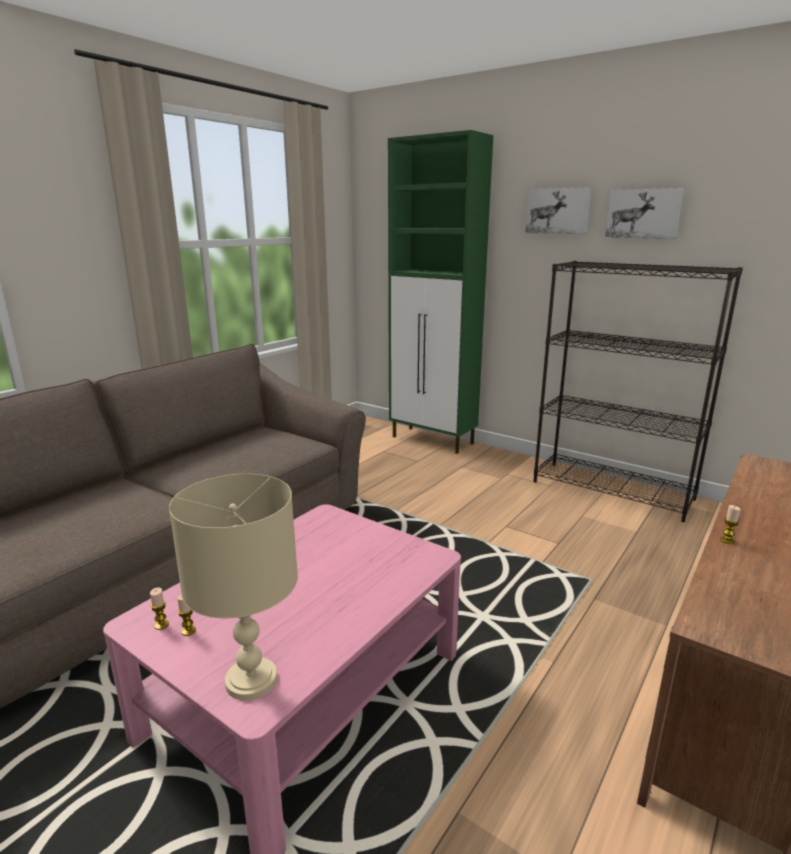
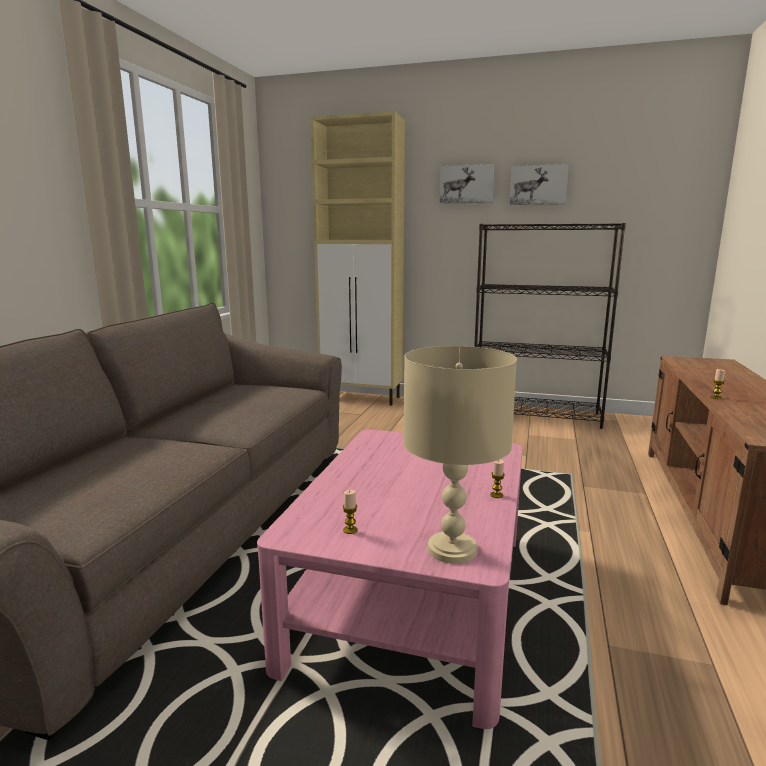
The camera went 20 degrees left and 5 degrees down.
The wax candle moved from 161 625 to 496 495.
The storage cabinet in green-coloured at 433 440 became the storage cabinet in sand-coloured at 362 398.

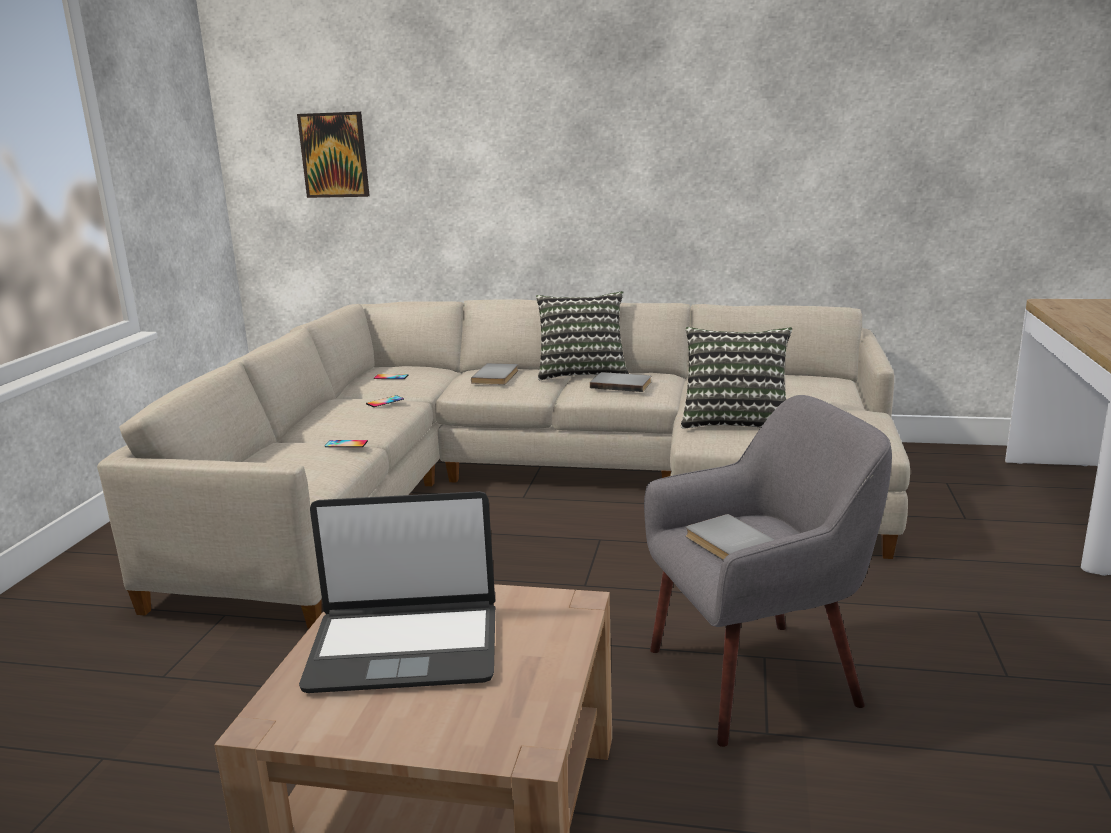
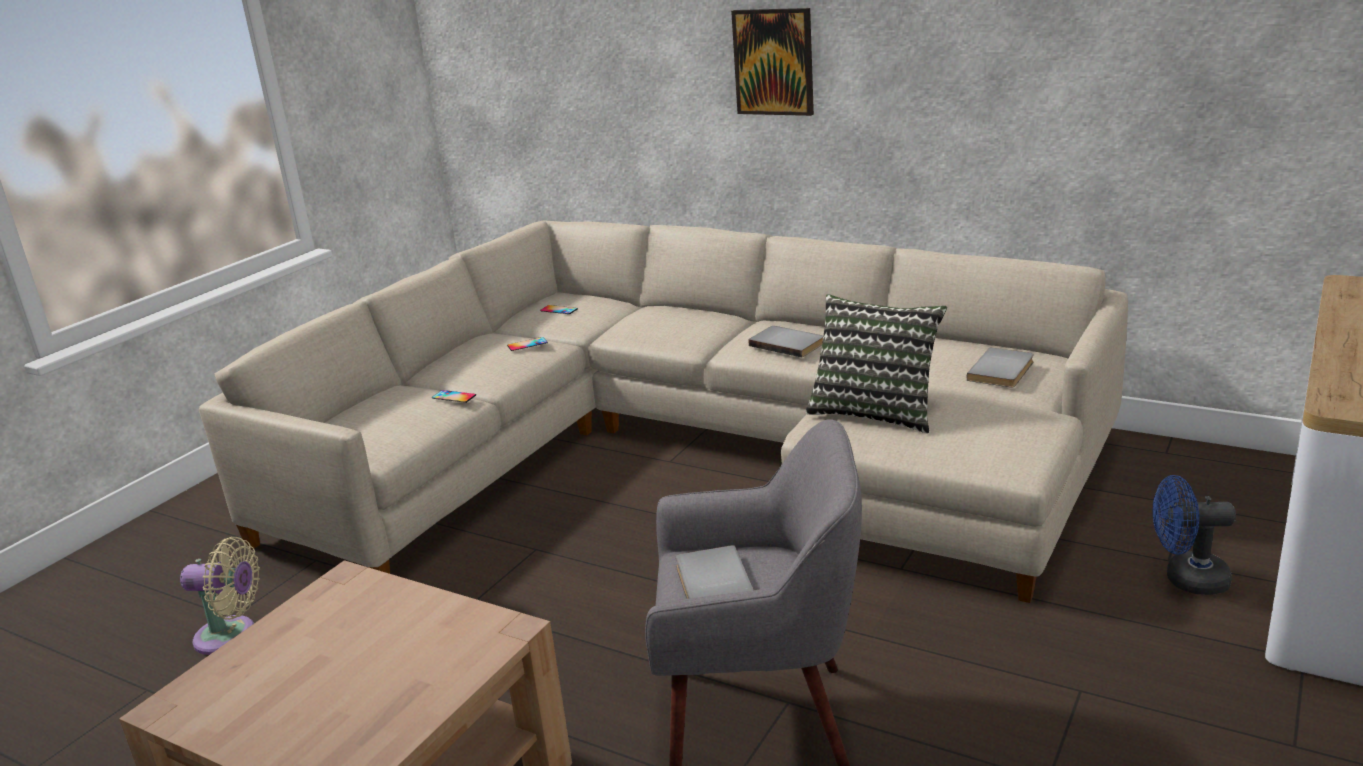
The camera went 20 degrees right and 5 degrees up.
The laptop at 405 647 disappeared.
The throw pillow at 582 372 disappeared.
The electric fan in sand-coloured at 231 636 appeared.
The electric fan in bluish at 1186 579 appeared.
The wall art moved from 334 155 to 774 62.
The volume in gray moved from 497 376 to 1003 371.

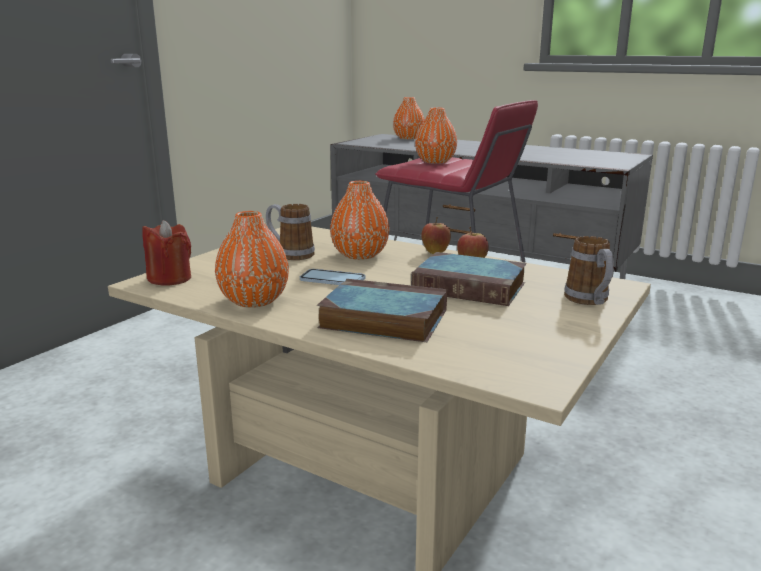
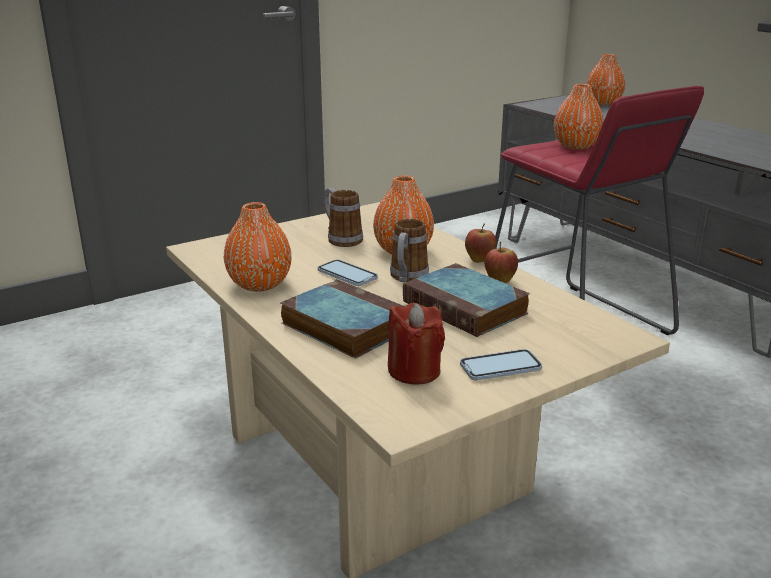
The camera went 25 degrees right and 5 degrees up.
The handset at 500 367 appeared.
The wax candle in red moved from 170 279 to 414 371.
The tea mug moved from 590 301 to 407 278.

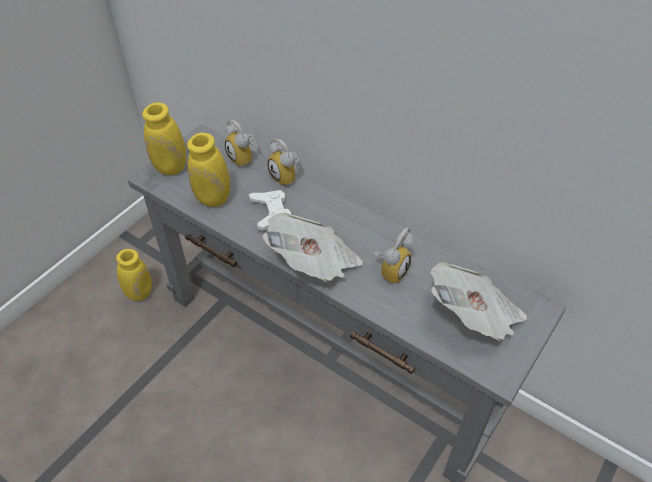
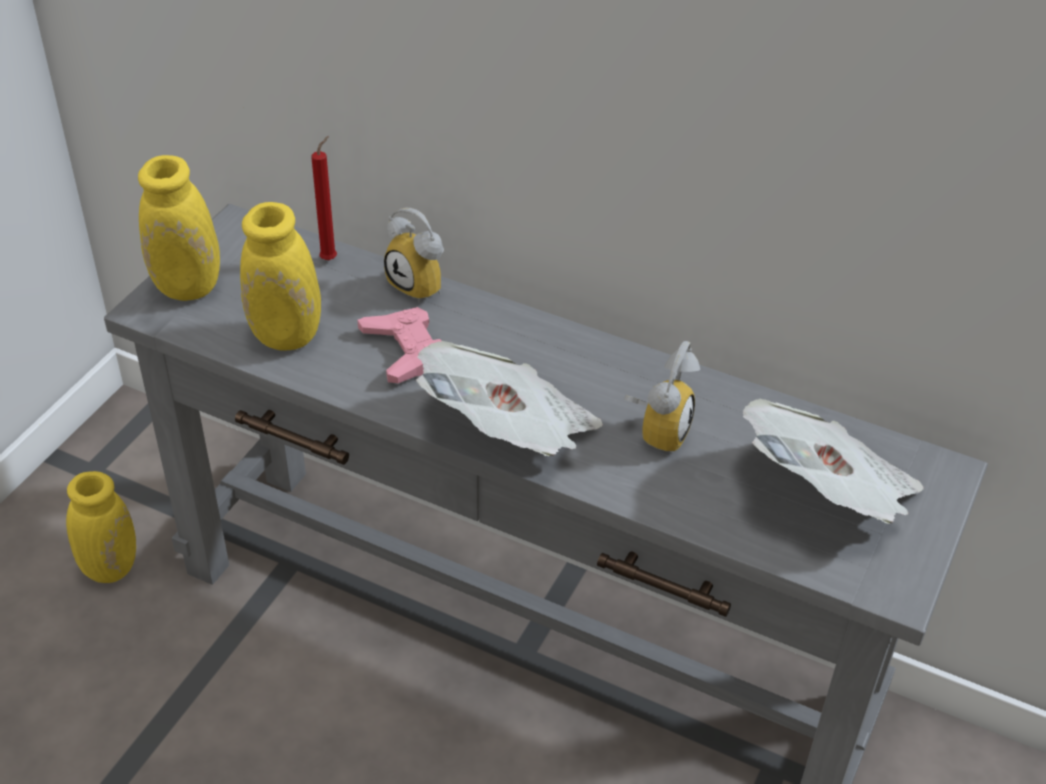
The camera went 10 degrees left and 5 degrees down.
The table clock at 244 158 was replaced by the wax candle in red at 331 259.
The game controller in white at 271 212 became the game controller in pink-coloured at 406 351.

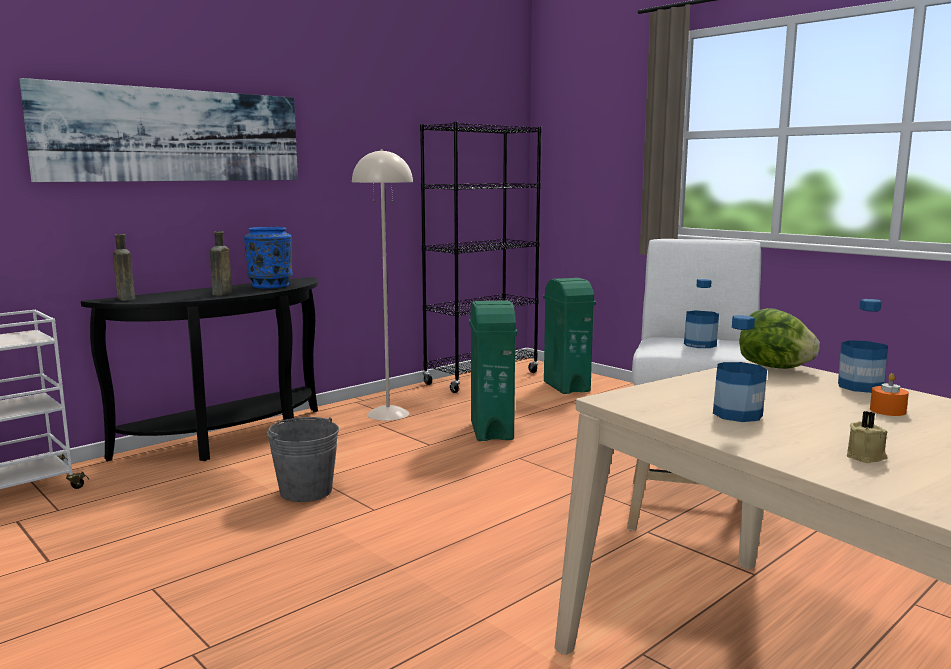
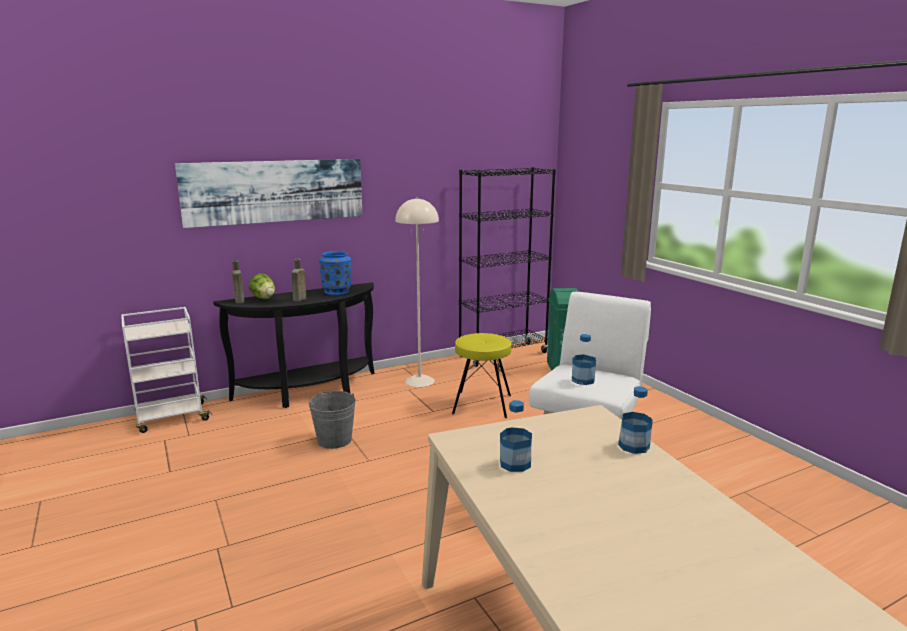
The camera went 15 degrees right and 5 degrees up.
The wax candle in sand-coloured at 866 457 disappeared.
The wax candle in orange-coloured at 887 411 disappeared.
The head of lettuce moved from 774 367 to 263 298.
The waste bin in green-coloured at 492 431 was replaced by the stool in yellowish at 482 404.

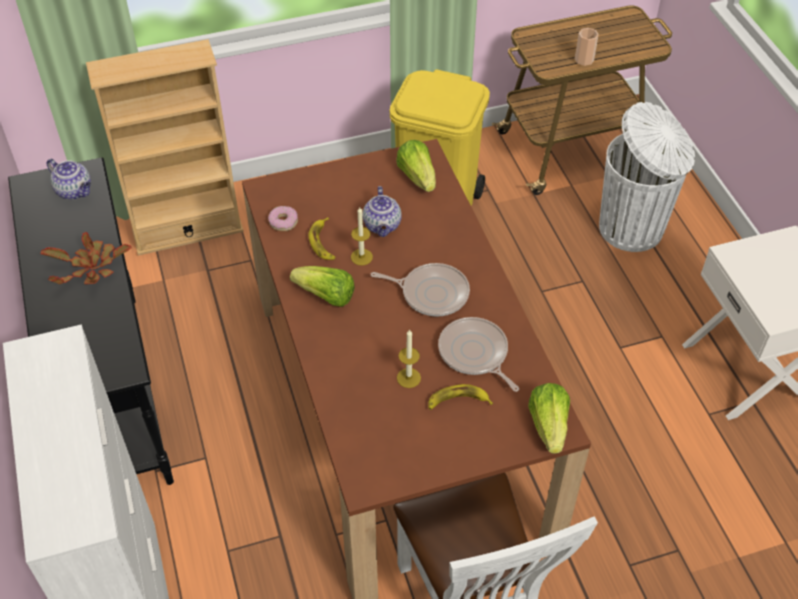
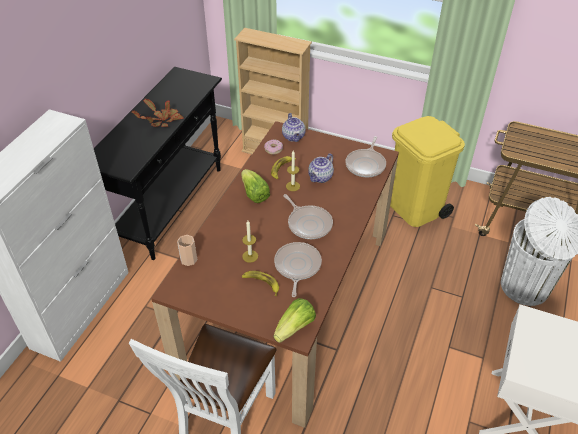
The camera went 40 degrees right and 5 degrees down.
The pot for tea moved from 75 191 to 294 137.
The small cup moved from 584 59 to 189 259.
The head of lettuce at 417 177 was replaced by the skillet at 366 164.

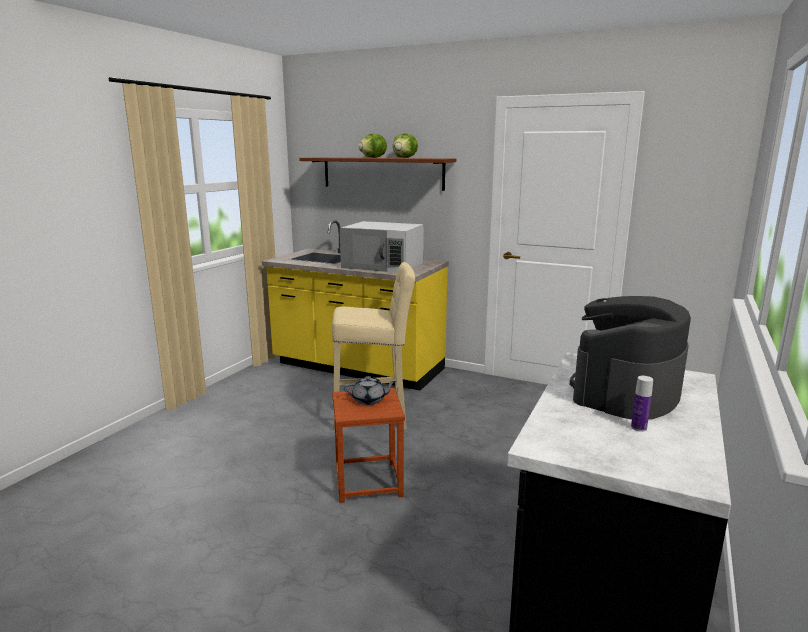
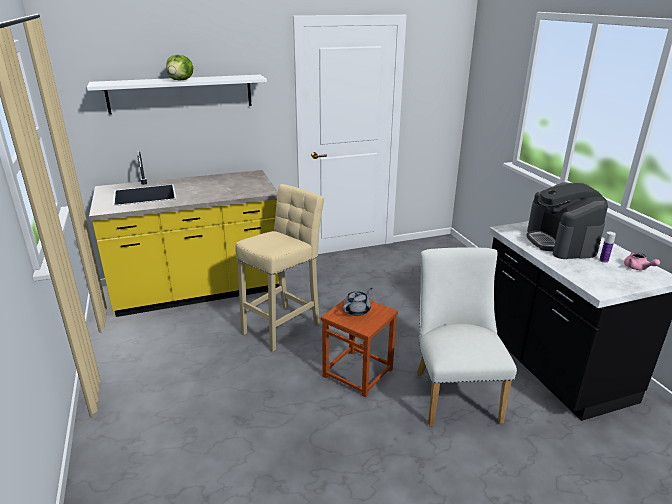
The camera went 45 degrees left and 10 degrees up.
The kitchen microwave in white at 383 265 disappeared.
The head of lettuce at 405 158 disappeared.
The chair in white at 454 392 appeared.
The pot for tea in pink-coloured at 637 268 appeared.
The shelf in brown at 382 173 became the shelf in white at 180 93.

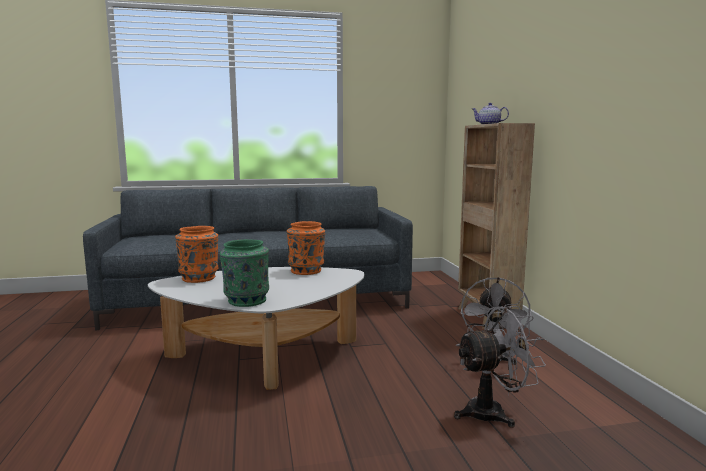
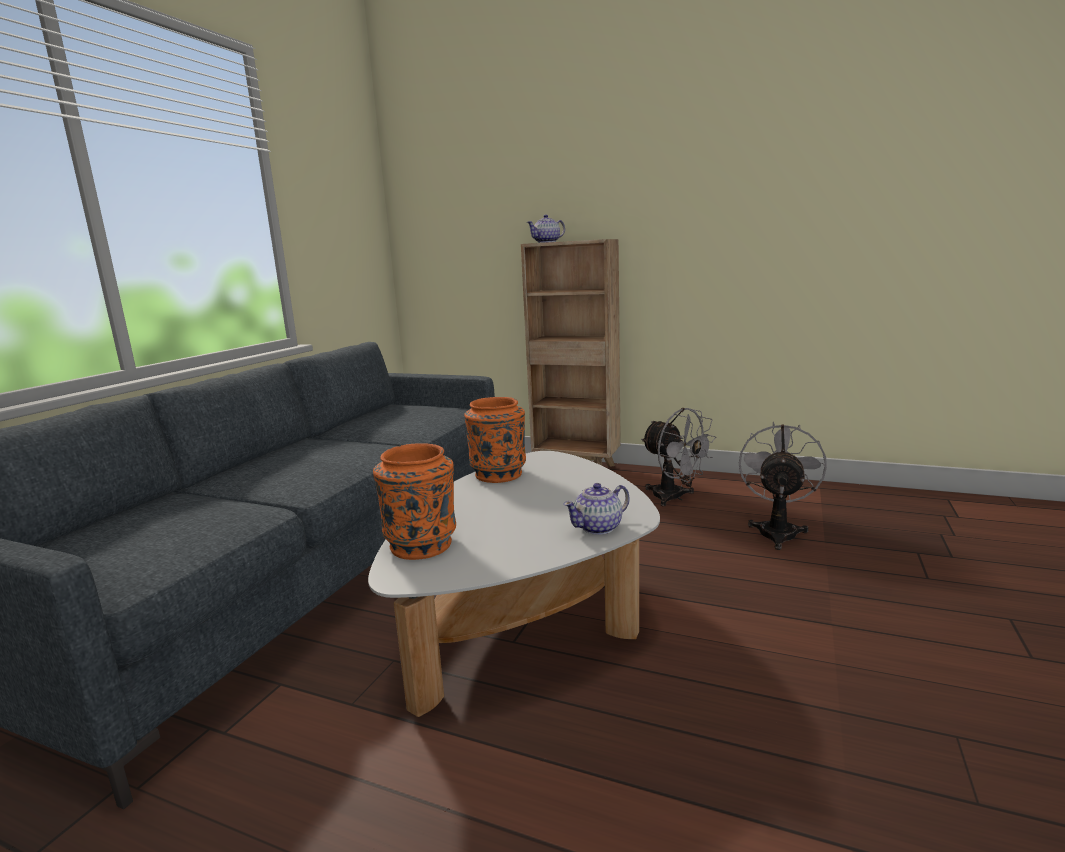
The camera went 55 degrees left and 5 degrees up.
The flower vase in green-coloured at 246 301 was replaced by the pot for tea at 598 527.

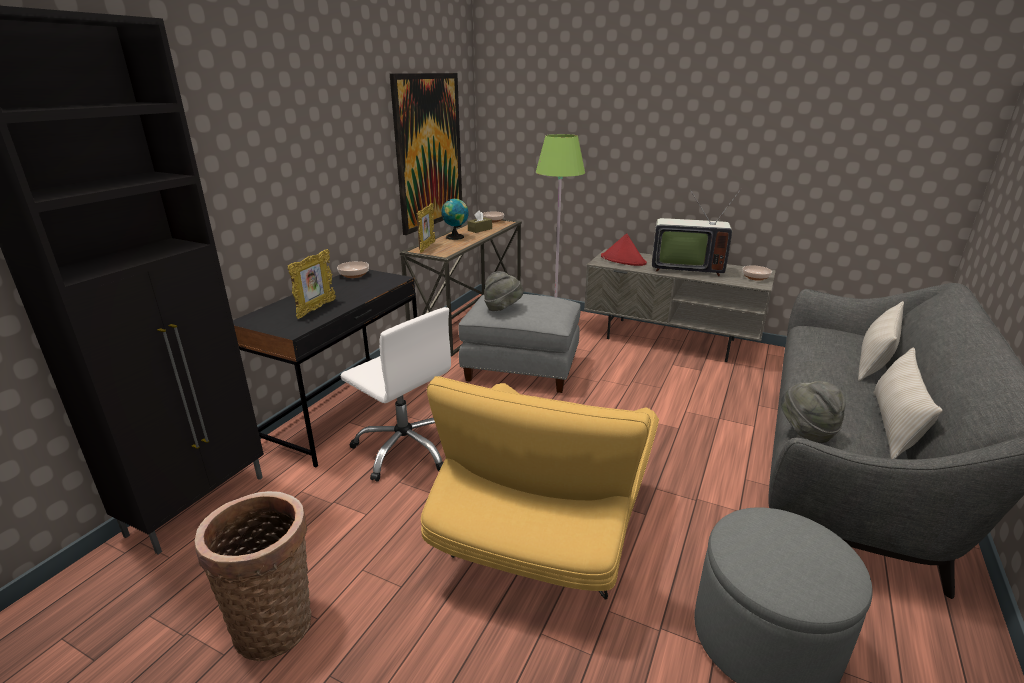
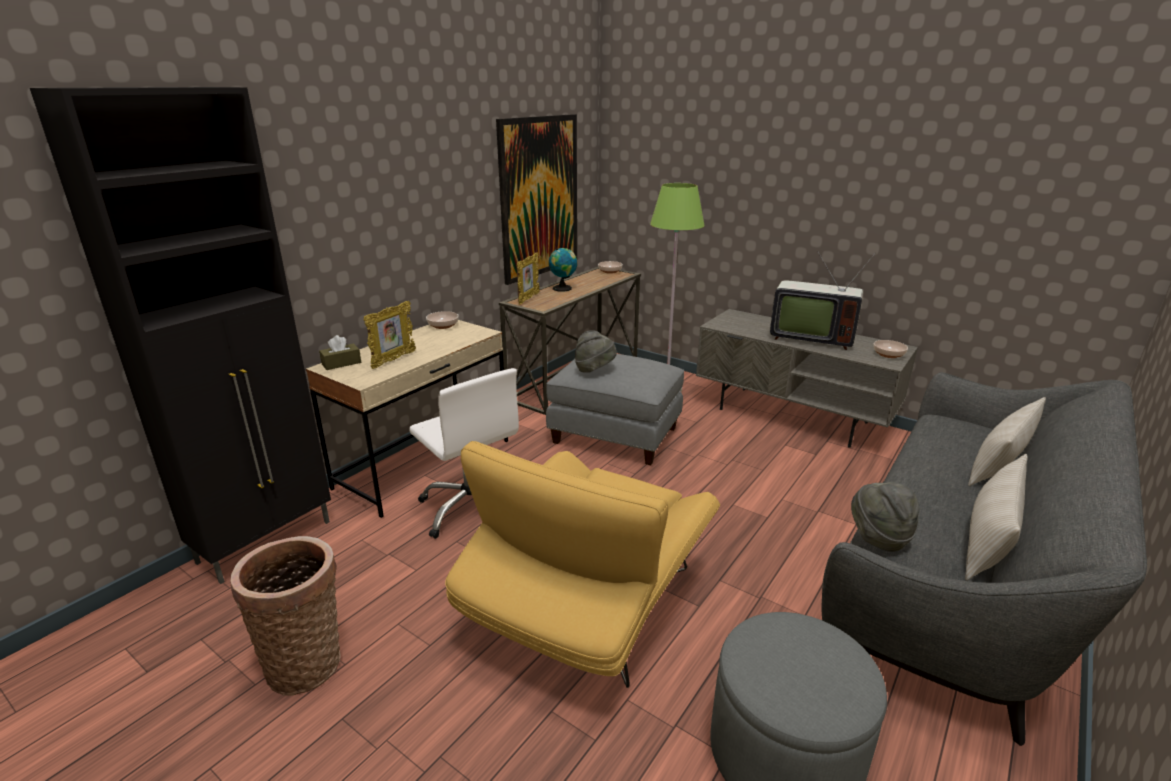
The camera went 10 degrees right and 0 degrees up.
The clothing hat in red at 623 260 disappeared.
The tissue box in brown moved from 480 229 to 341 363.
The desk in black-coloured at 346 411 became the desk in sand-coloured at 425 464.

